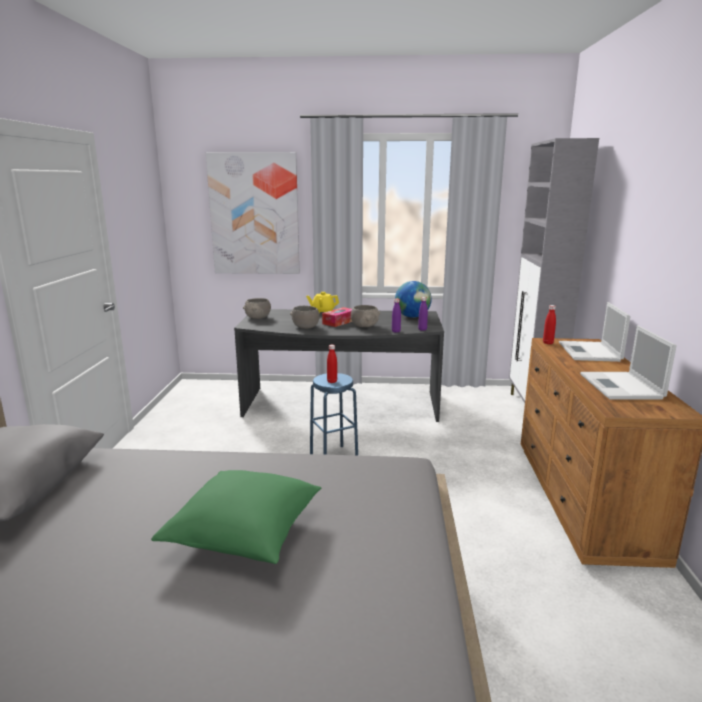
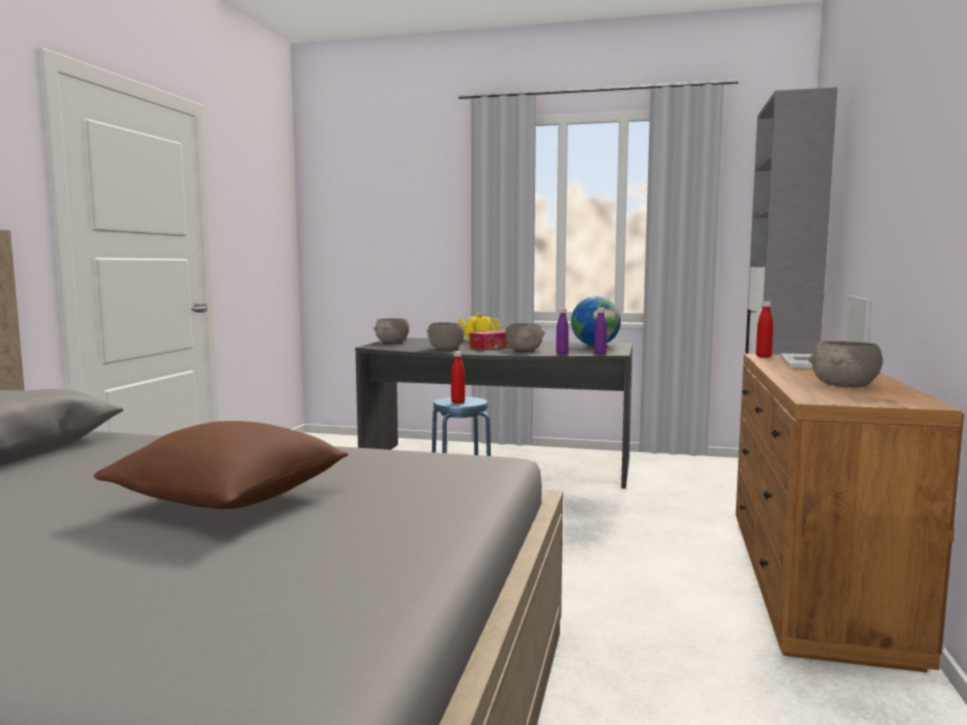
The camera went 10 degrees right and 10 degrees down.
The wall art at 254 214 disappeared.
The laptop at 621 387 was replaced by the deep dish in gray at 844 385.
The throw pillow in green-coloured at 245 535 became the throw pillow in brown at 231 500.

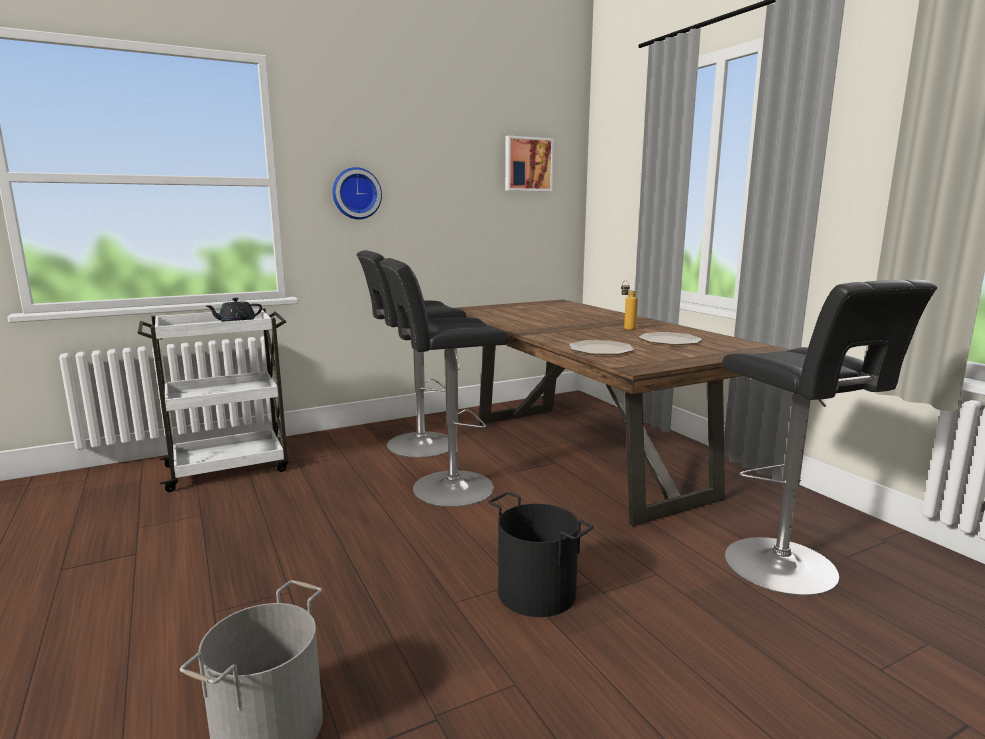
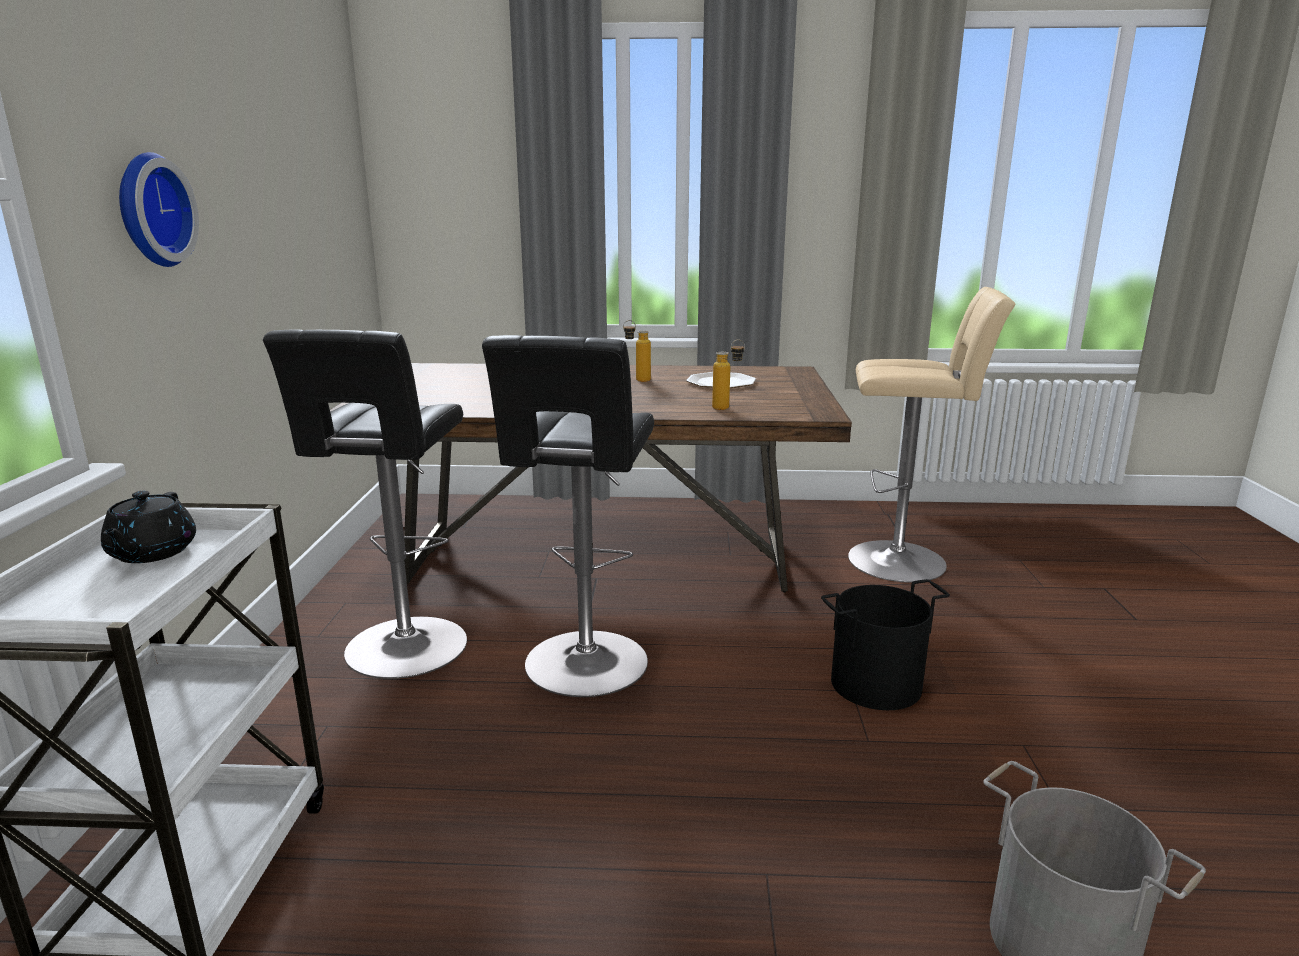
The camera went 60 degrees left and 5 degrees up.
The wall art at 527 164 disappeared.
The dinner plate at 600 349 was replaced by the drink bottle at 727 407.
The stool in black-coloured at 787 569 became the stool in sand-coloured at 904 561.

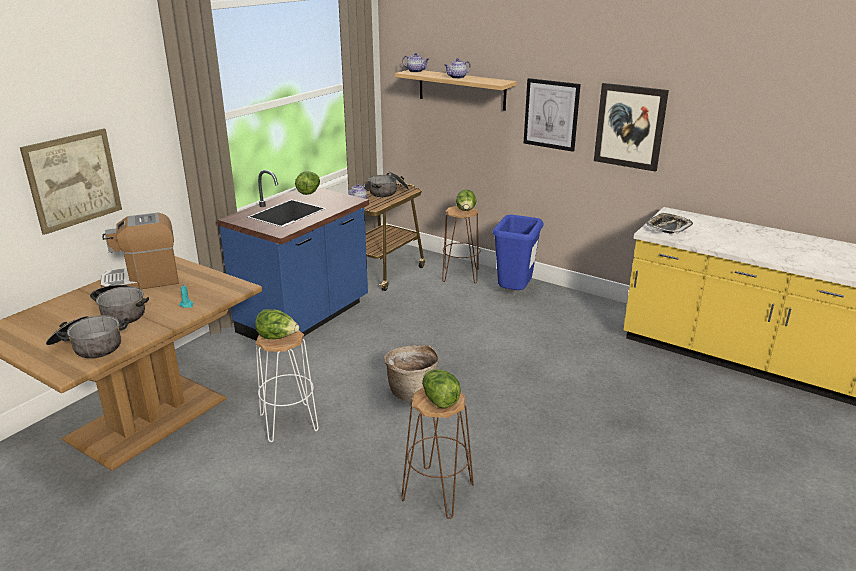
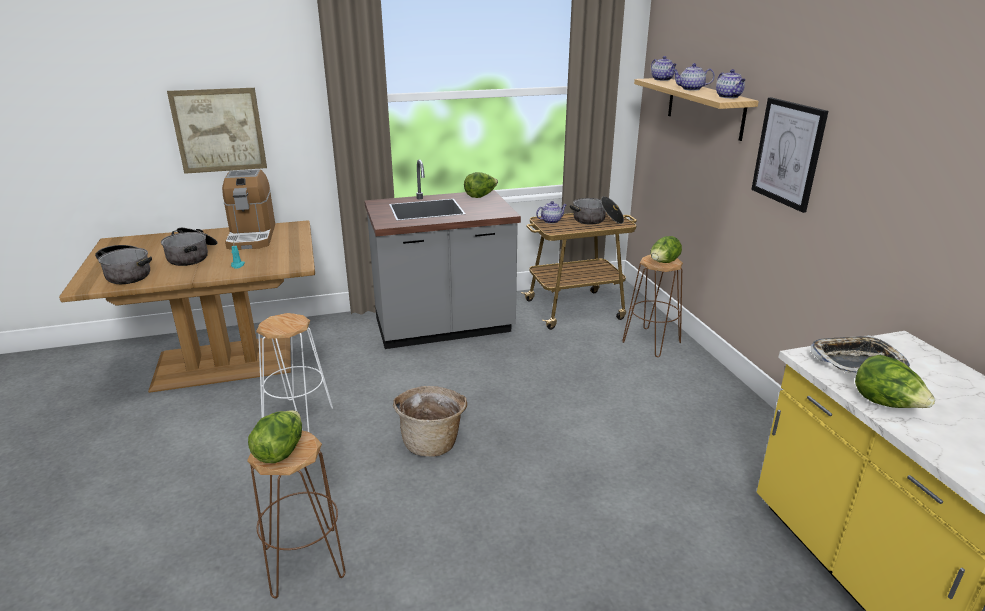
The camera went 40 degrees right and 0 degrees up.
The waste bin in bluish at 514 294 disappeared.
The wall art at 630 126 disappeared.
The pot for tea at 729 97 appeared.
The head of lettuce moved from 277 337 to 886 404.
The kitchen base unit in bluish at 305 318 became the kitchen base unit in gray at 444 328.
The coffee maker at 143 280 turned 120 degrees counterclockwise.

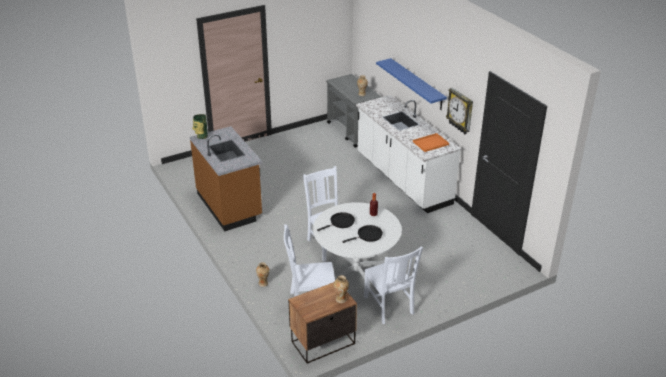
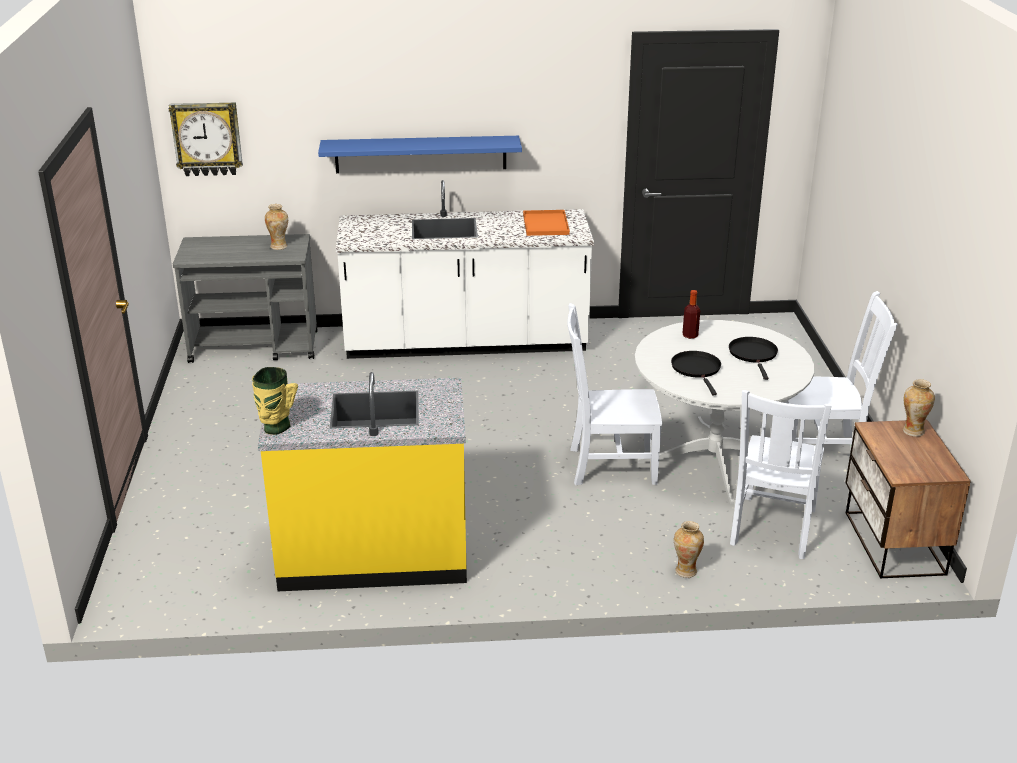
The camera went 65 degrees left and 5 degrees down.
The clock on the wall moved from 460 111 to 207 138.
The kitchen base unit in brown at 230 205 became the kitchen base unit in yellowish at 373 553.

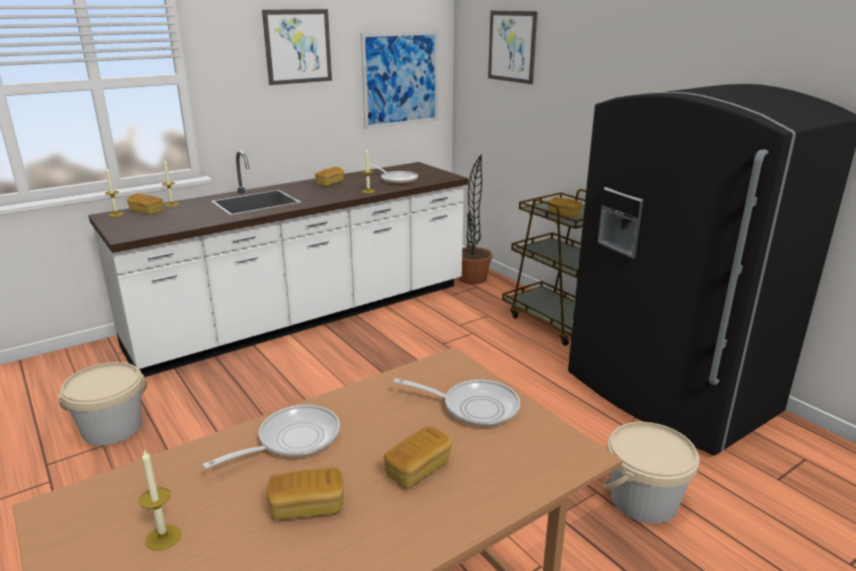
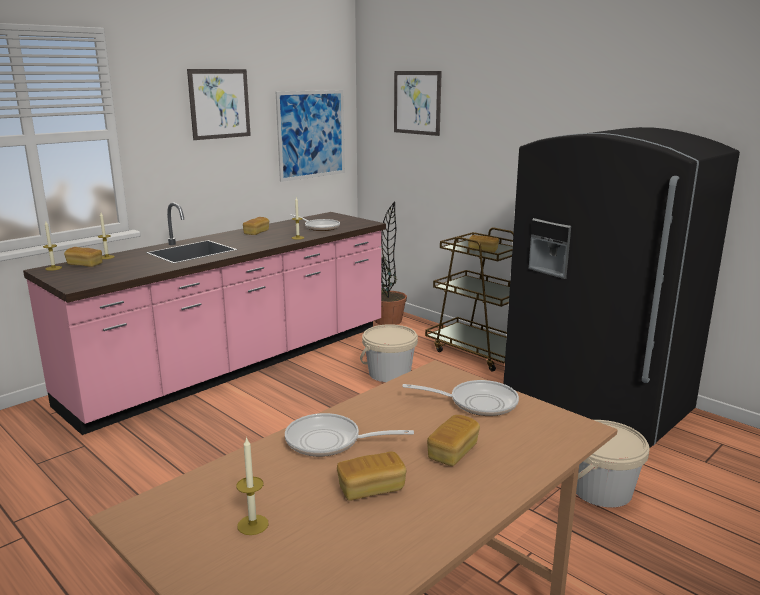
The camera went 10 degrees left and 5 degrees down.
The water bucket in sand-coloured moved from 112 428 to 389 373.
The kitchen base unit in white at 306 316 became the kitchen base unit in pink-coloured at 237 364.
The skillet at 292 440 turned 120 degrees counterclockwise.

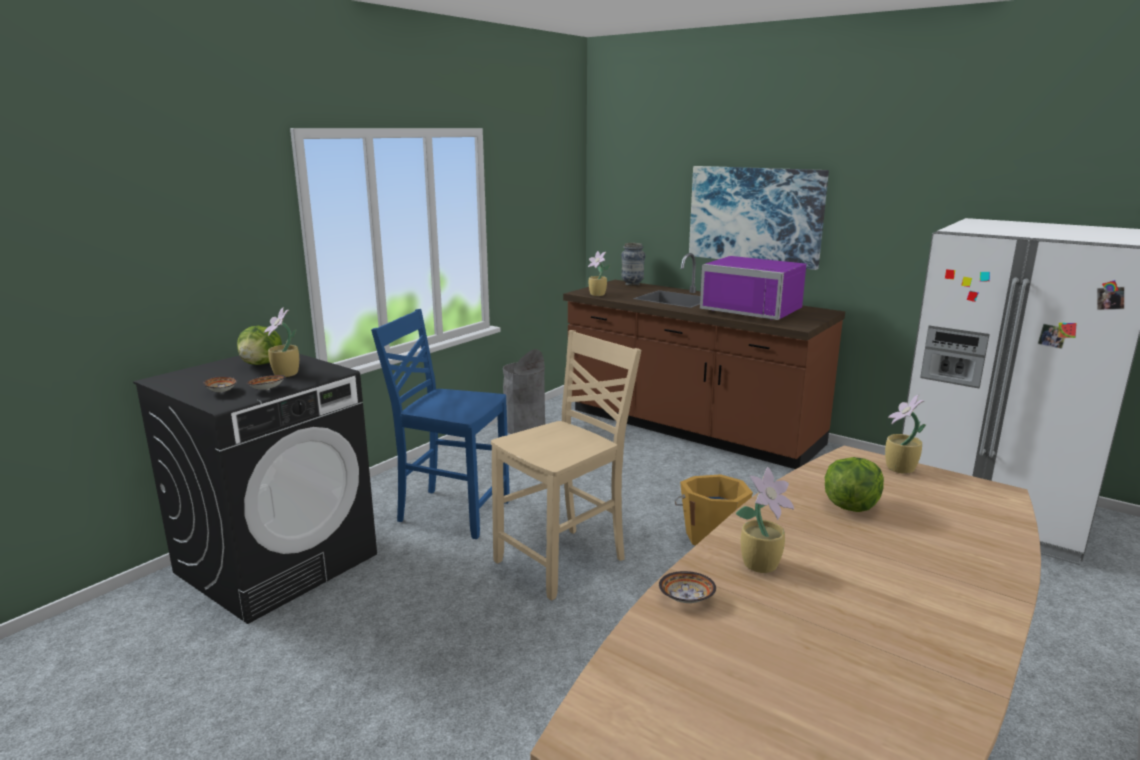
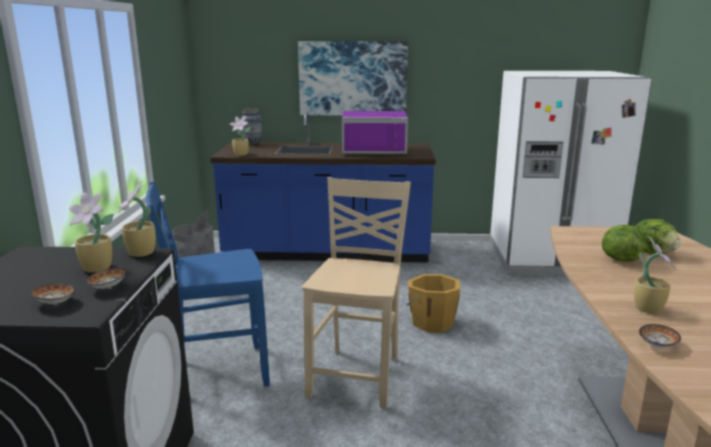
The camera went 35 degrees left and 0 degrees up.
The head of lettuce moved from 262 364 to 653 253.
The potted plant moved from 899 469 to 141 253.
The kitchen base unit in brown at 690 428 became the kitchen base unit in bluish at 327 252.

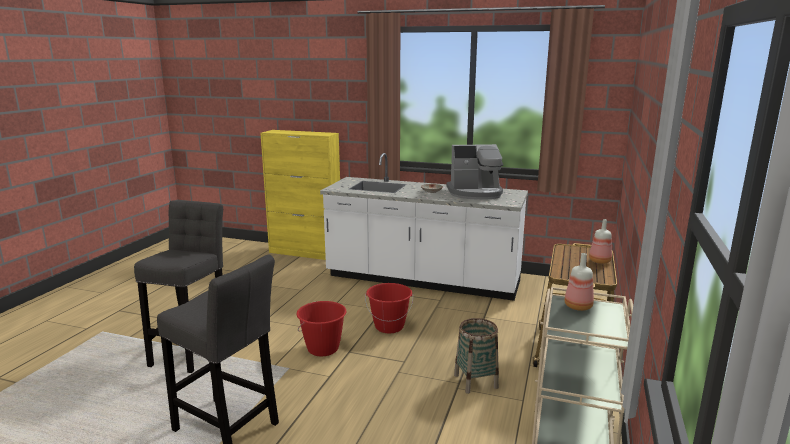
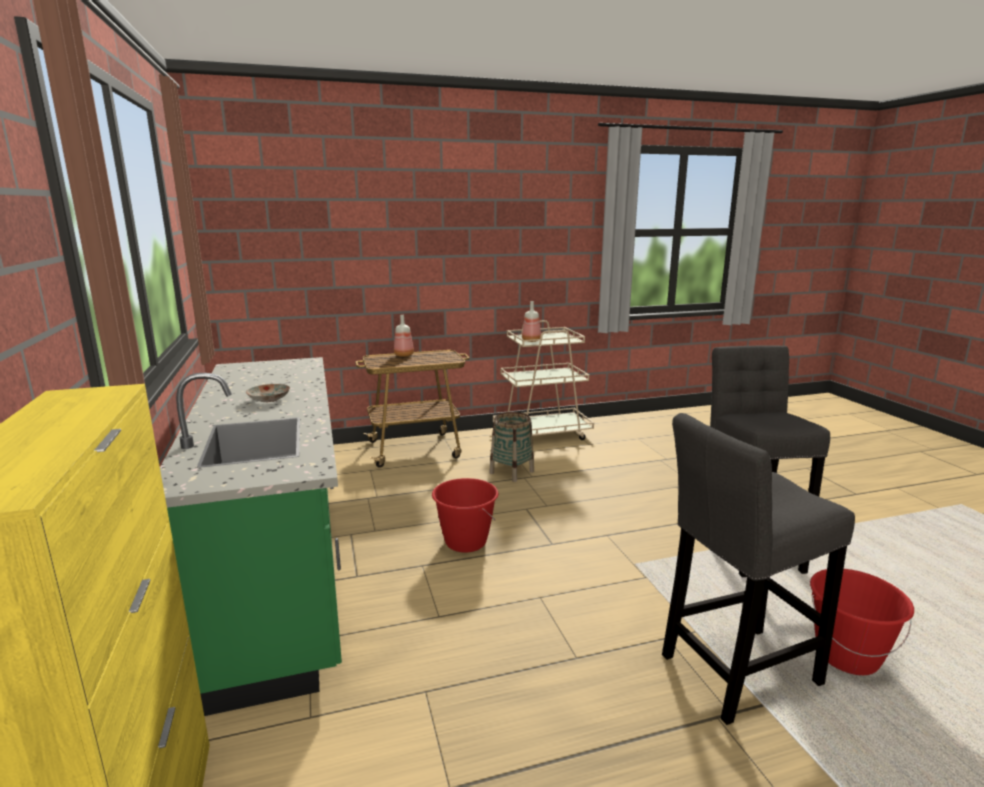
The camera went 125 degrees left and 0 degrees up.
The coffee maker at 475 193 disappeared.
The water bucket in red moved from 323 349 to 847 656.
The kitchen base unit in white at 422 280 became the kitchen base unit in green-coloured at 280 570.

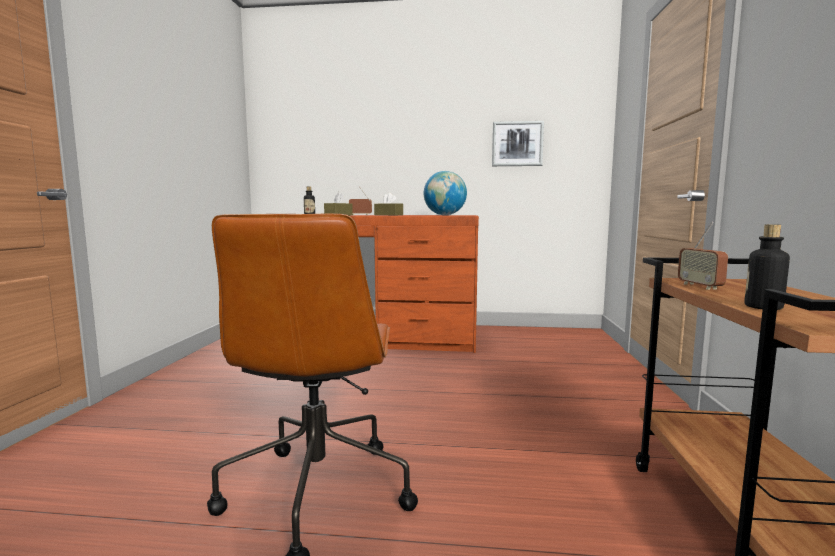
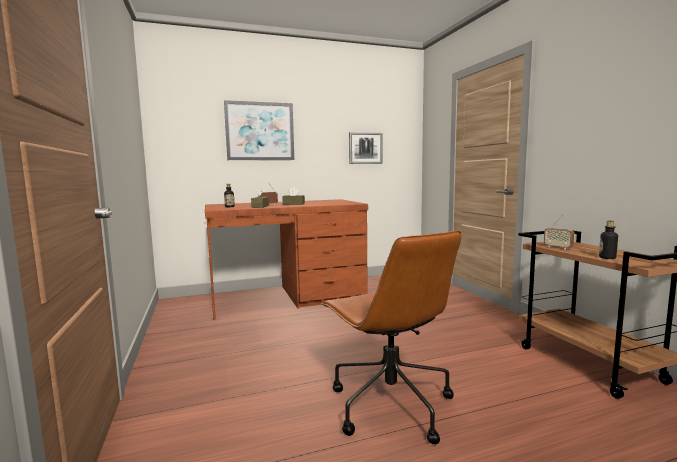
The camera went 25 degrees left and 0 degrees up.
The desk globe at 445 215 disappeared.
The wall art at 260 131 appeared.

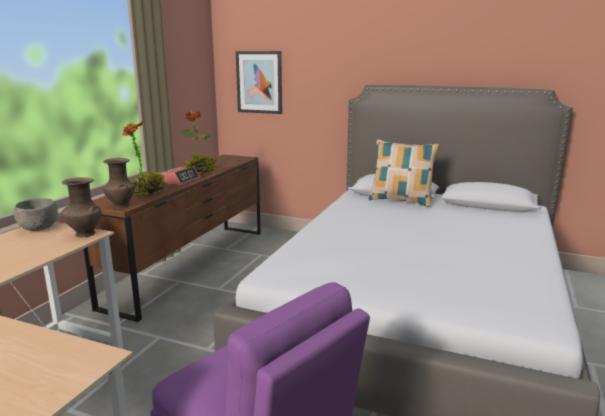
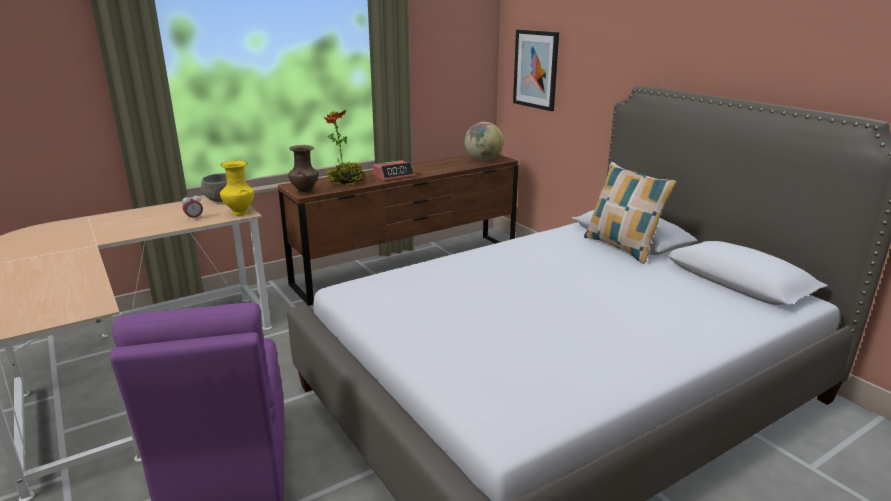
The camera went 35 degrees right and 5 degrees up.
The potted plant at 200 172 disappeared.
The table clock at 194 218 appeared.
The desk globe at 483 160 appeared.
The flower vase in brown at 84 234 became the flower vase in yellowish at 239 212.

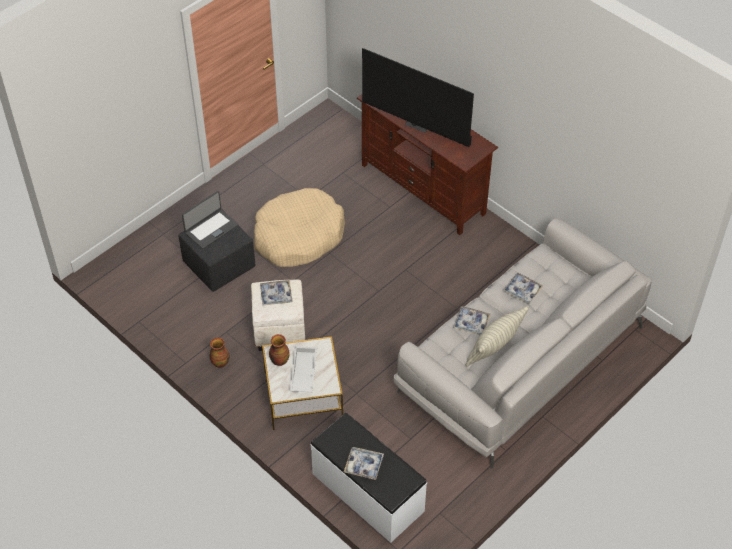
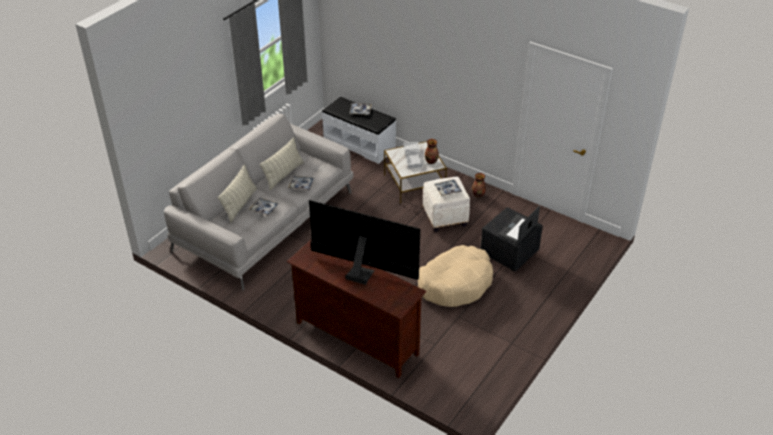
The camera went 170 degrees right and 10 degrees down.
The throw pillow at 240 204 appeared.

